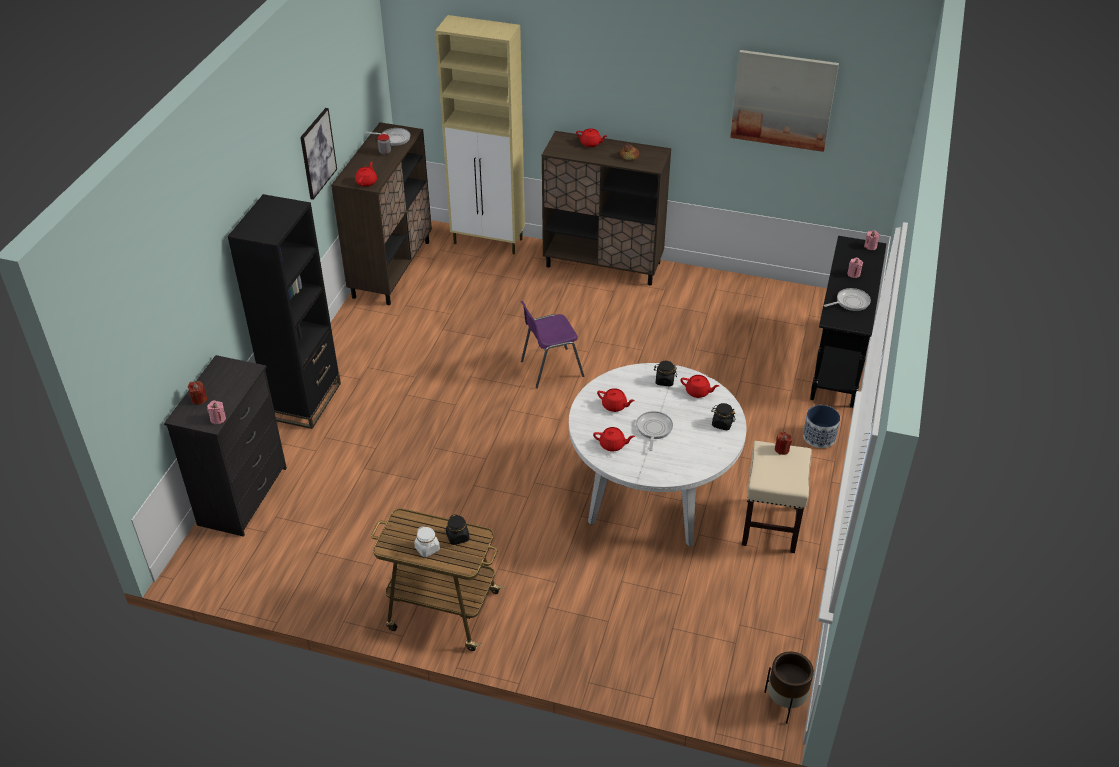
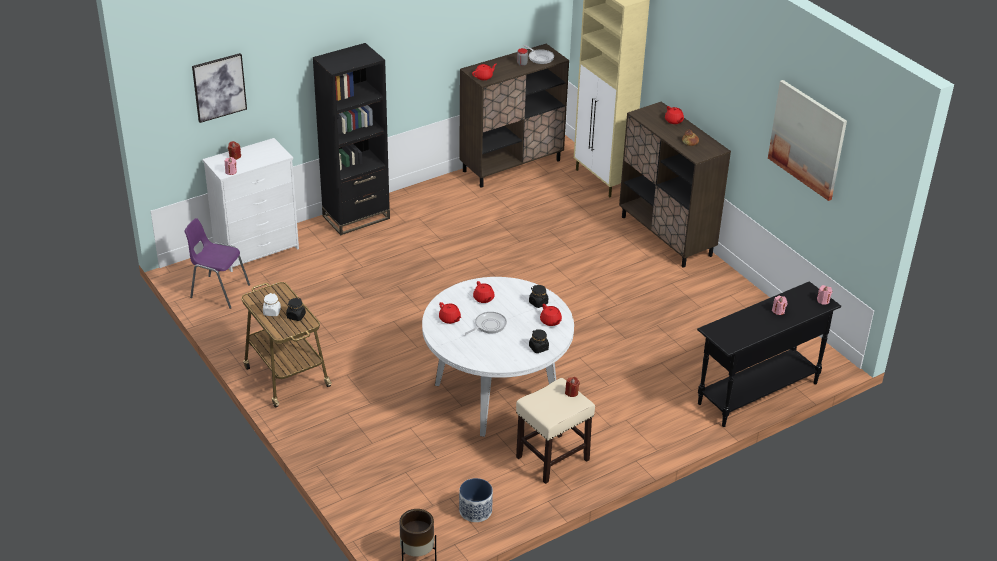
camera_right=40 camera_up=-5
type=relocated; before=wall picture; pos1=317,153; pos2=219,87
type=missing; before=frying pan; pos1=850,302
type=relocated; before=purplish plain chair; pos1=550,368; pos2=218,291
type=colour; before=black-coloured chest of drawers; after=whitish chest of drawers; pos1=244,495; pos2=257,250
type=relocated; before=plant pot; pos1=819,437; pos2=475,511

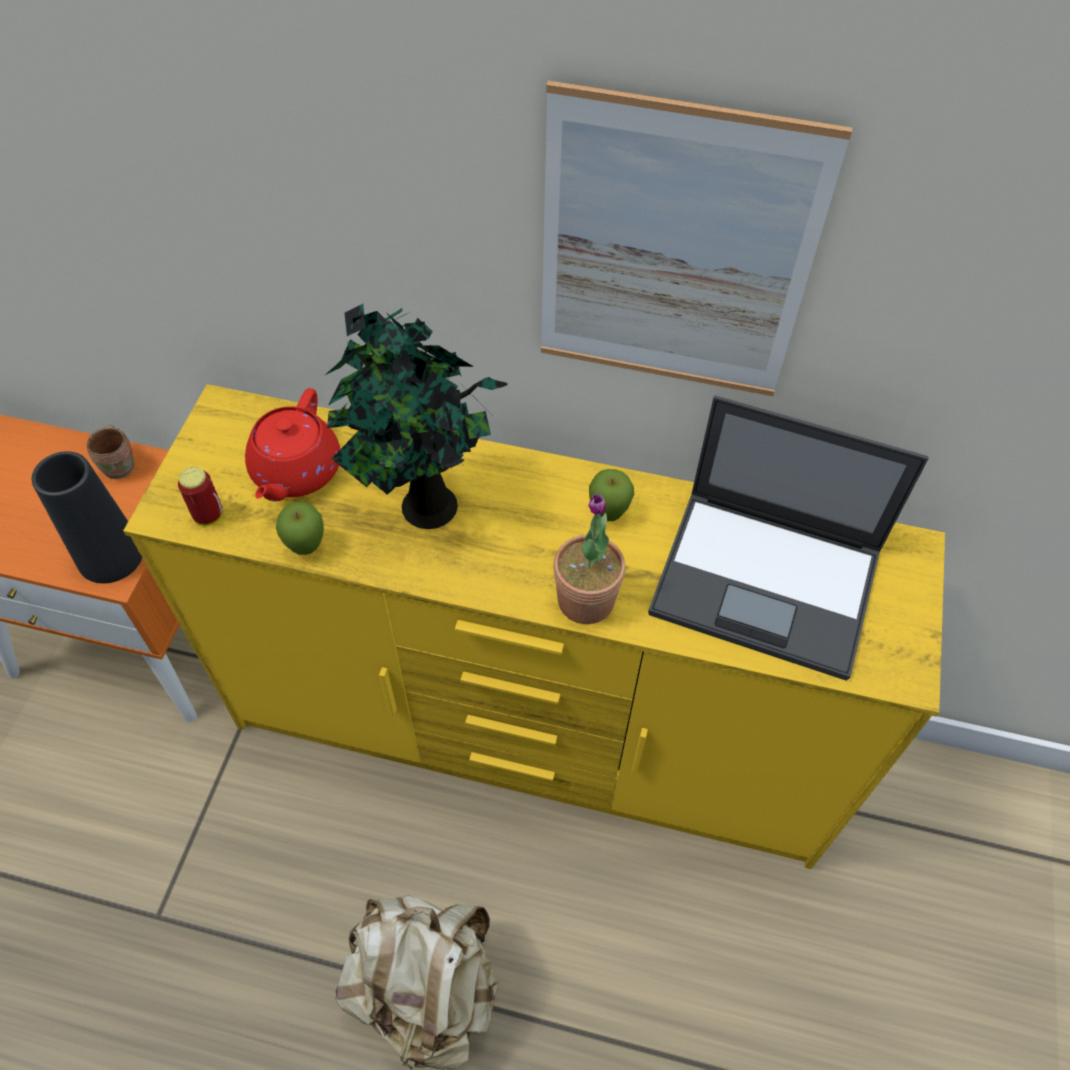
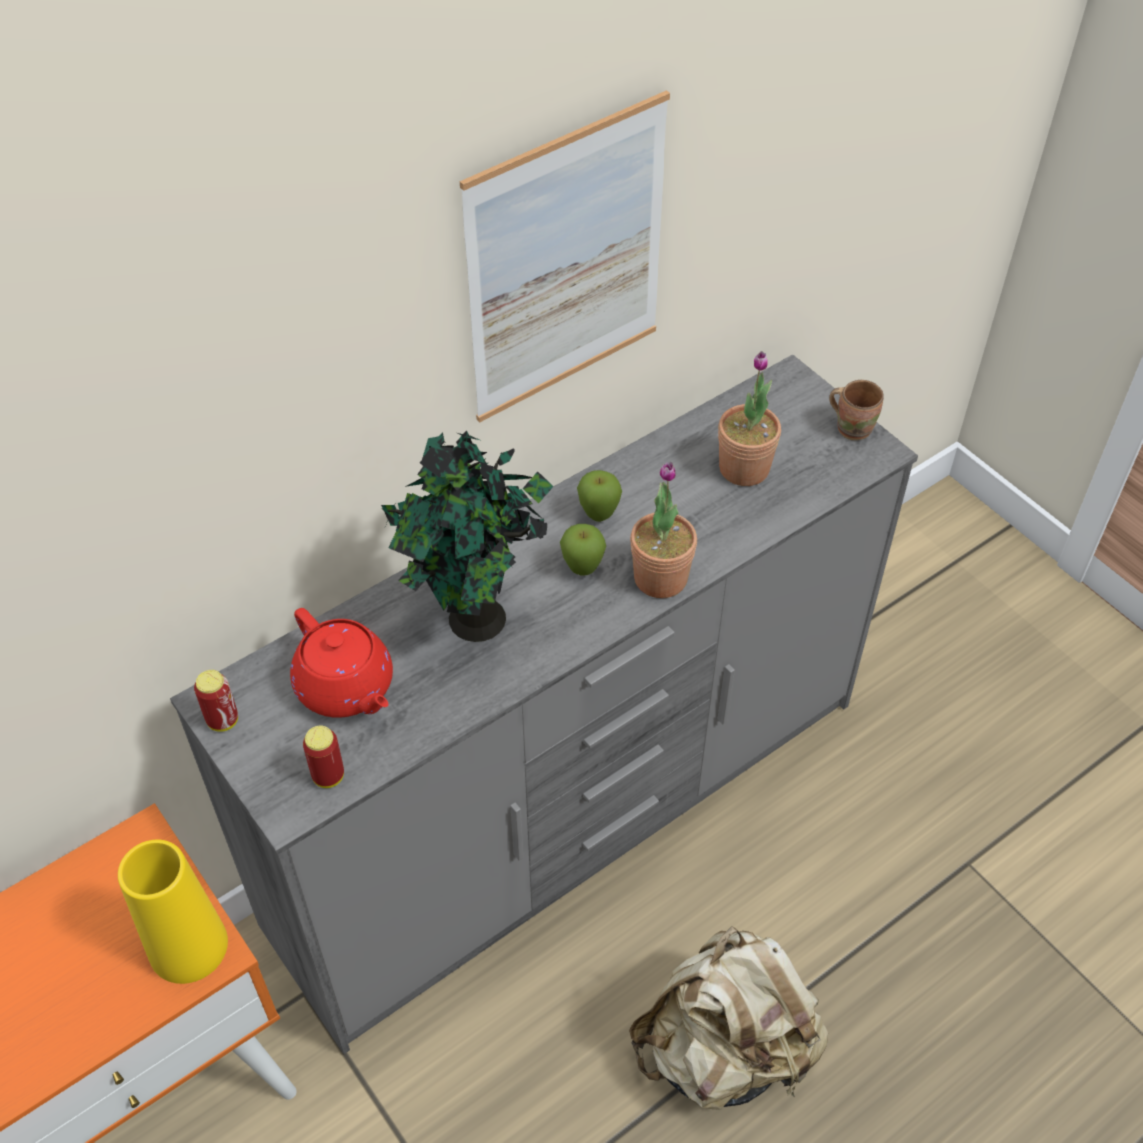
camera_right=-50 camera_up=-5
type=colour; before=yellow-coloured chest of drawers; after=greyish chest of drawers; pos1=533,733; pos2=573,812
type=exchanged; before=laptop; after=plant in a pot; pos1=768,582; pos2=744,468
type=relocated; before=brownish tea mug; pos1=121,466; pos2=853,427
type=colour; before=black-coloured flower vase; after=yellow-coloured flower vase; pos1=110,556; pos2=188,946
type=relocated; before=apple; pos1=306,548; pos2=582,570
type=appeared; after=can; pos2=223,720

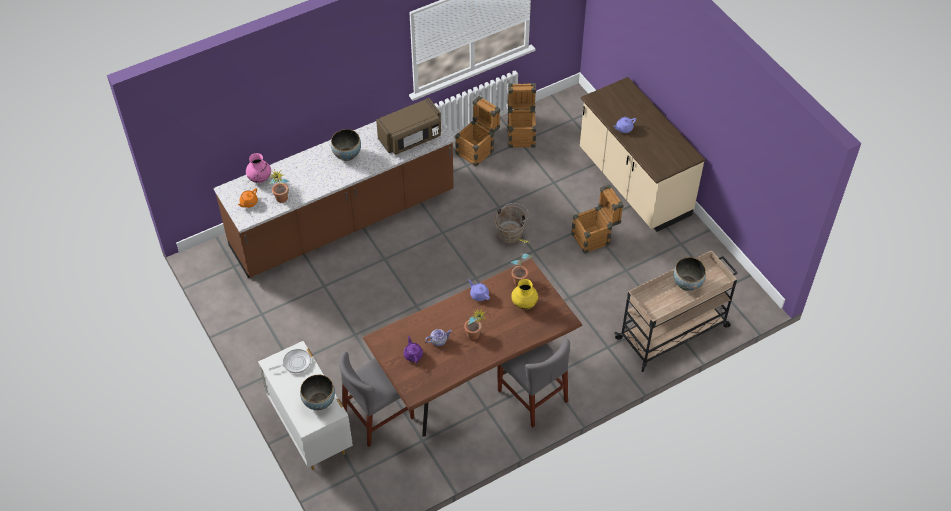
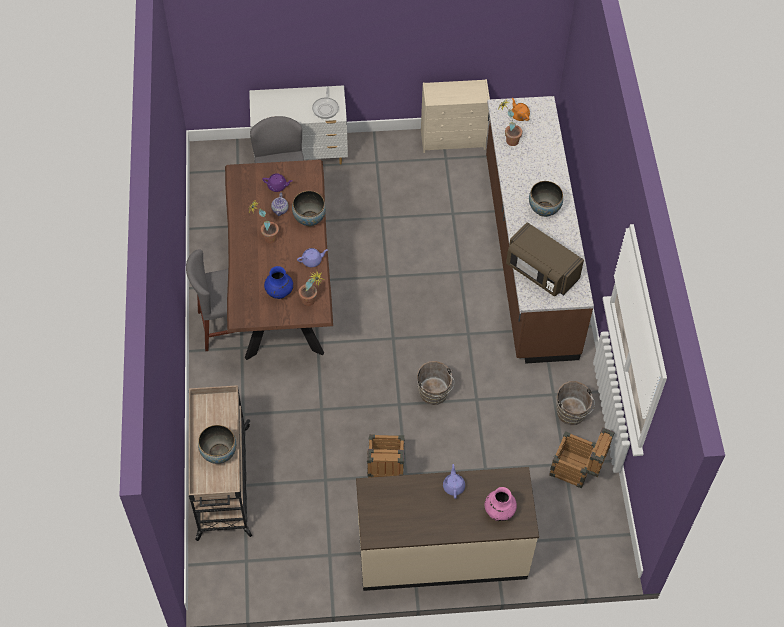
camera_right=115 camera_up=5
type=exchanged; before=shipping crate; after=brownish pail; pos1=478,150; pos2=571,415
type=spun; before=brownish kitchen microwave; pos1=411,138; pos2=541,271; turn=-45
type=relocated; before=pink-coloured flower vase; pos1=260,178; pos2=499,511
type=colour; before=yellow-coloured flower vase; after=blue-coloured flower vase; pos1=524,303; pos2=279,292
type=relocated; before=serving bowl; pos1=319,402; pos2=309,219
type=appeared; after=sand-coloured chest of drawers; pos2=453,139

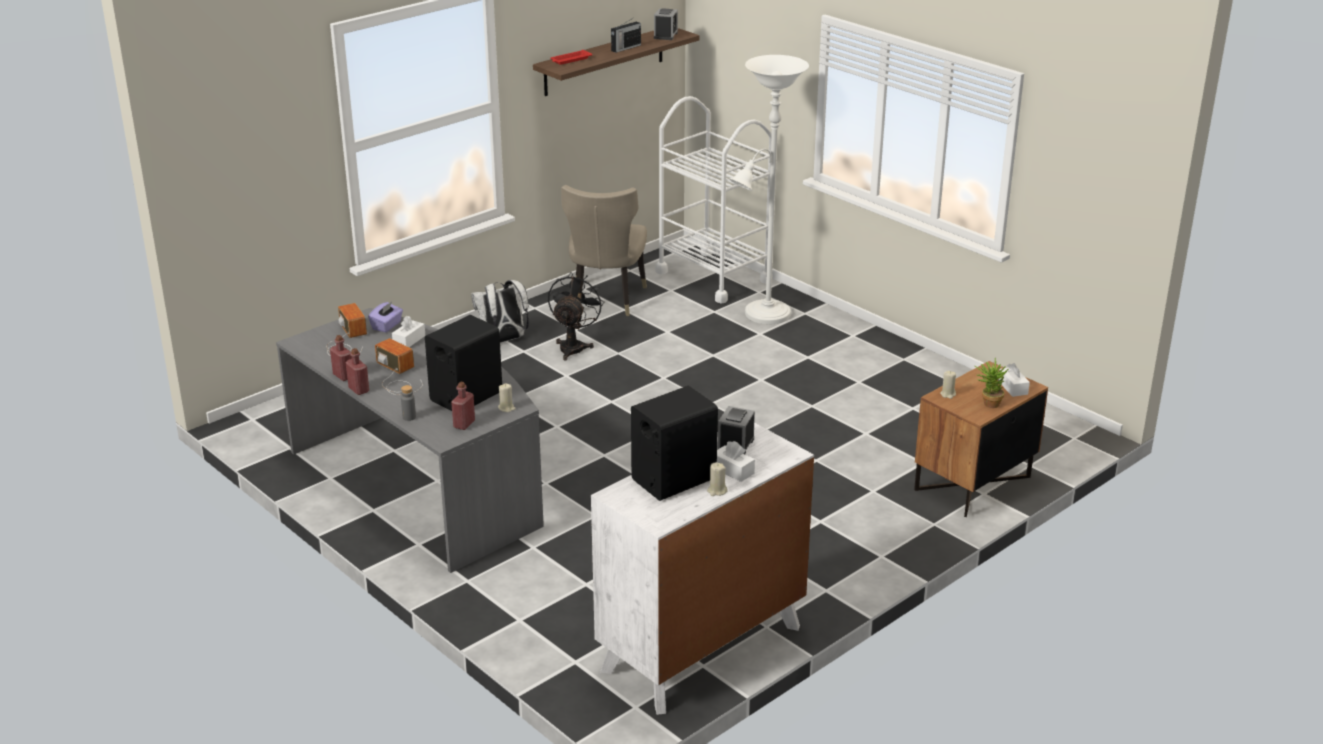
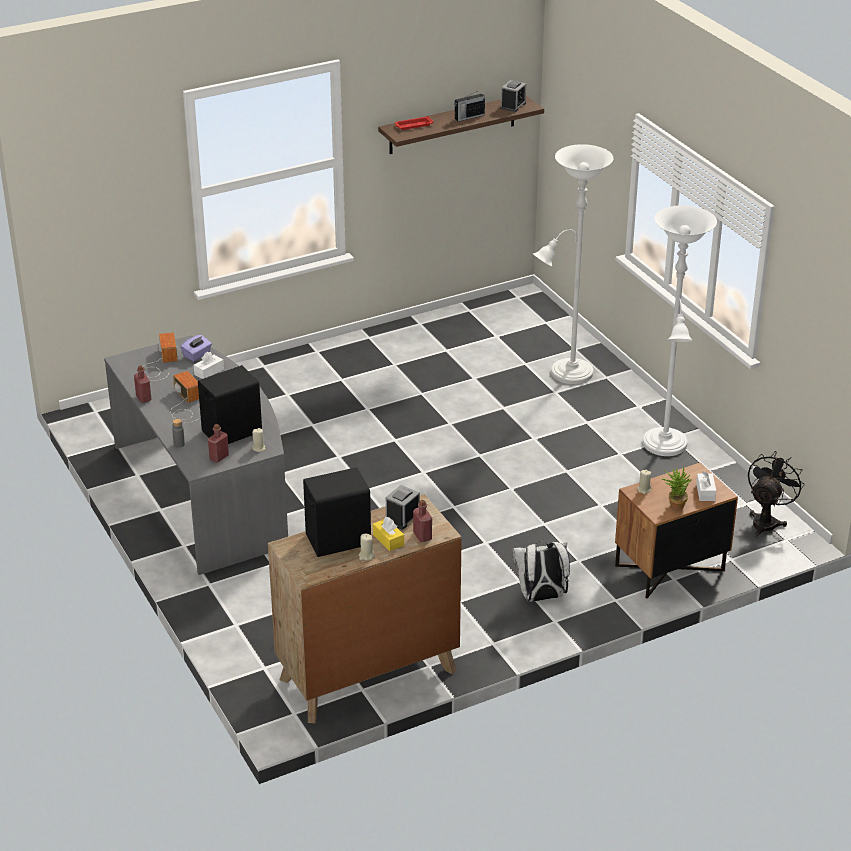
camera_right=15 camera_up=5
type=missing; before=whitish trolley; pos1=713,277
type=missing; before=sand-coloured plain chair; pos1=605,301
type=relocated; before=black-coloured fan; pos1=574,346; pos2=767,521
type=relocated; before=whitish backpack; pos1=503,340; pos2=541,597
type=relocated; before=red drink bottle; pos1=359,390; pos2=422,536
type=colour; before=whitish chest of drawers; after=brownish chest of drawers; pos1=702,648; pos2=368,675
type=colour; before=whitish box of tissues; after=yellow-coloured box of tissues; pos1=732,470; pos2=388,540
type=appeared; after=whitish floor lamp; pos2=665,447

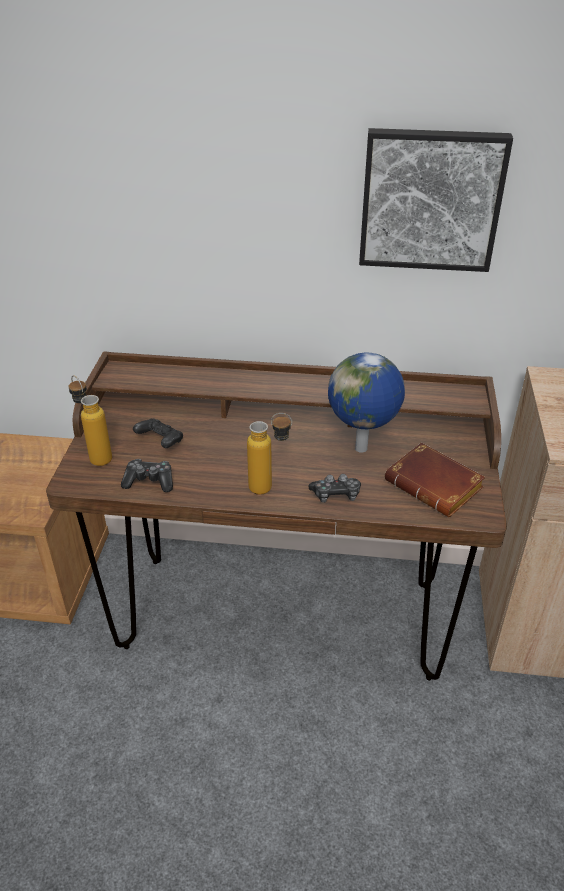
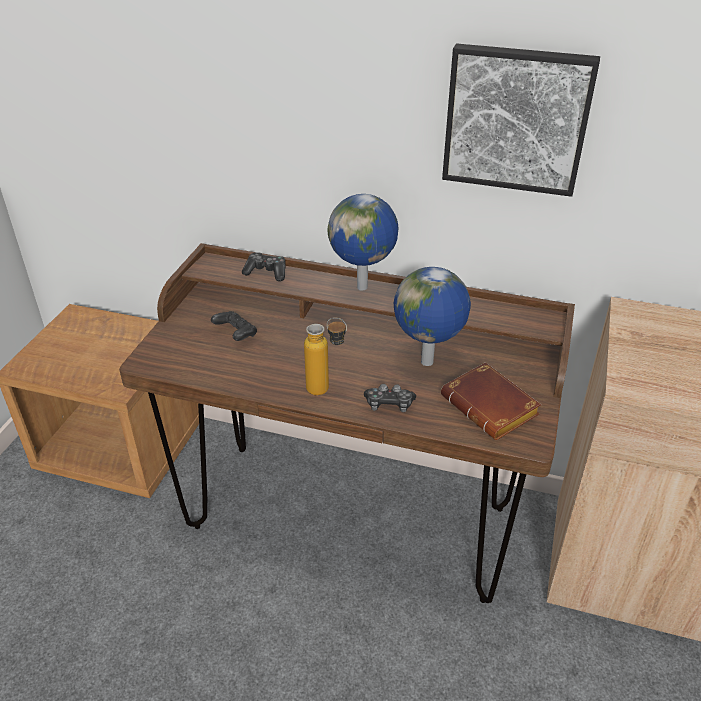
camera_right=10 camera_up=0
type=missing; before=drink bottle; pos1=96,455
type=relocated; before=joypad; pos1=149,481; pos2=266,272
type=appeared; after=desk globe; pos2=363,287

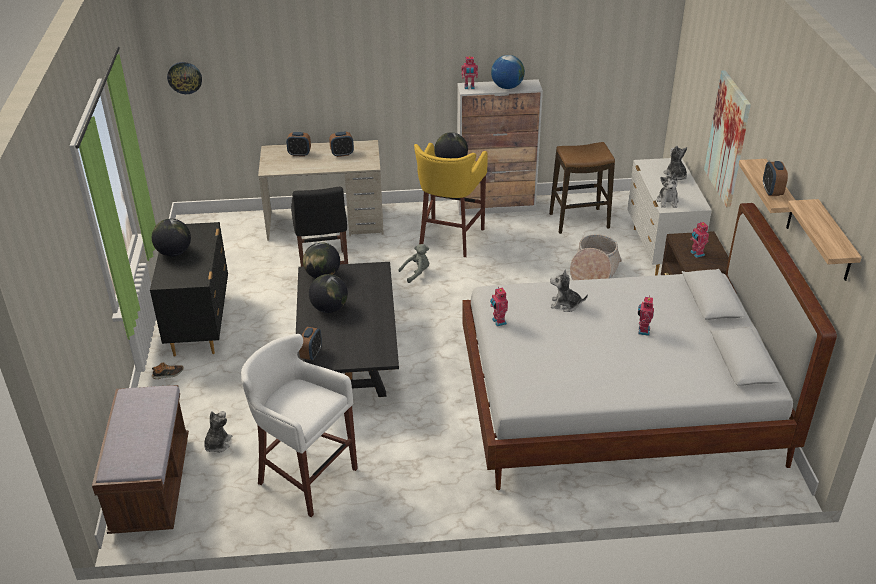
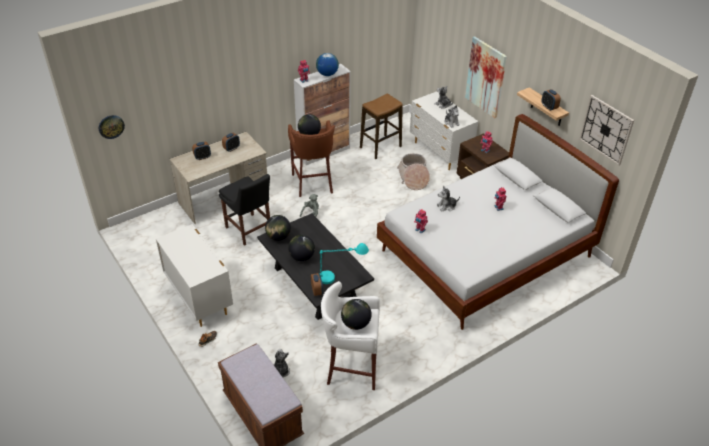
camera_right=-30 camera_up=5
type=colour; before=yellow-coloured stool seat; after=brownish stool seat; pos1=449,239; pos2=313,184
type=exchanged; before=shelf; after=clock on the wall; pos1=834,242; pos2=606,129
type=relocated; before=desk globe; pos1=174,253; pos2=356,324
type=colour; before=black-coloured chest of drawers; after=whitish chest of drawers; pos1=200,324; pos2=199,298
type=appeared; after=turquoise-coloured tabletop lamp; pos2=341,277

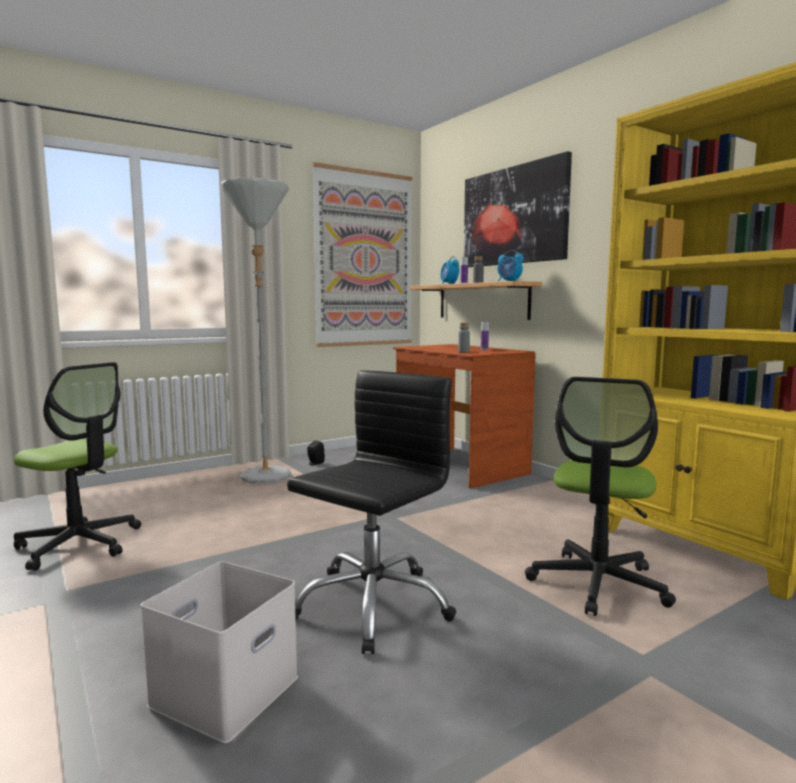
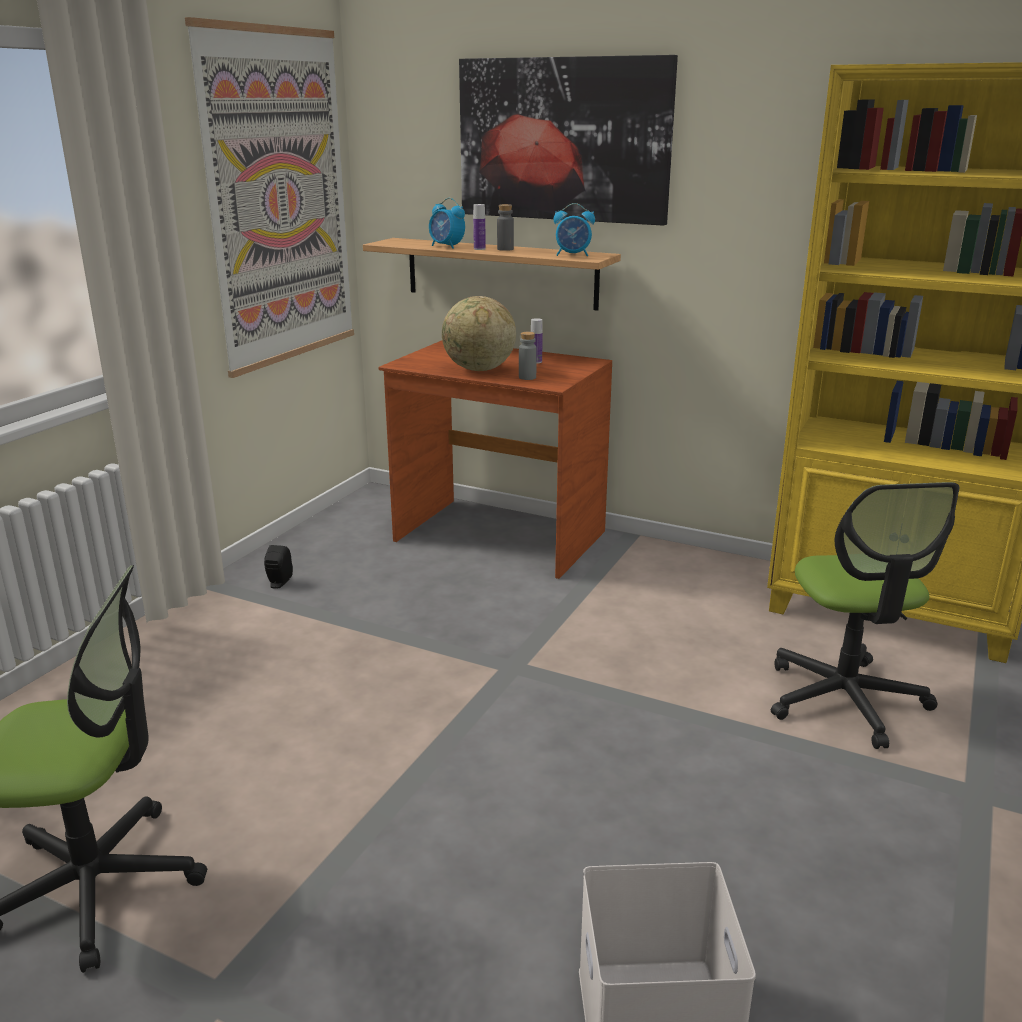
camera_right=-30 camera_up=15
type=missing; before=greyish floor lamp; pos1=265,479
type=missing; before=black-coloured office chair; pos1=372,605
type=appeared; after=desk globe; pos2=479,370

